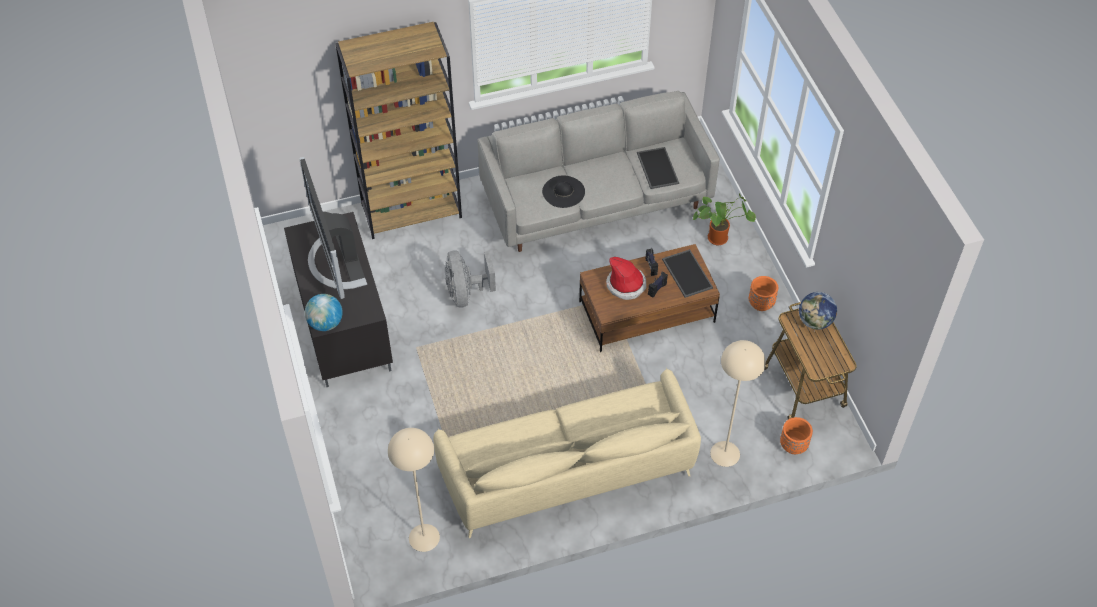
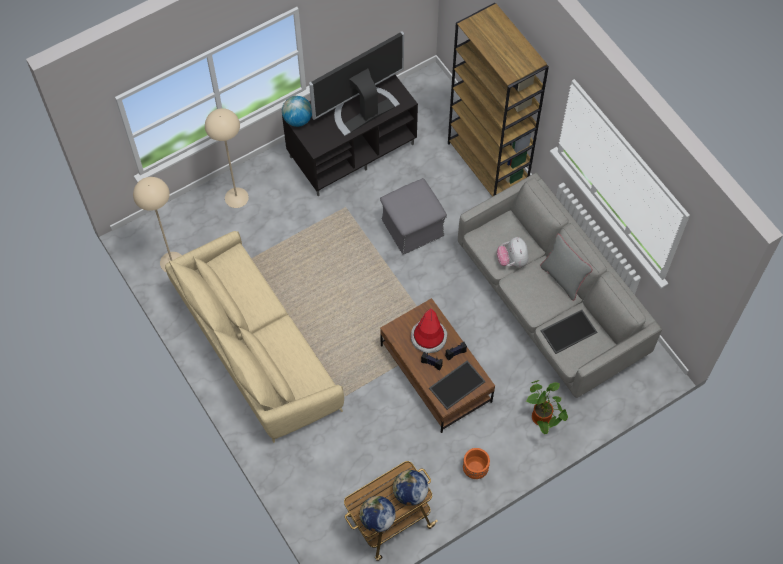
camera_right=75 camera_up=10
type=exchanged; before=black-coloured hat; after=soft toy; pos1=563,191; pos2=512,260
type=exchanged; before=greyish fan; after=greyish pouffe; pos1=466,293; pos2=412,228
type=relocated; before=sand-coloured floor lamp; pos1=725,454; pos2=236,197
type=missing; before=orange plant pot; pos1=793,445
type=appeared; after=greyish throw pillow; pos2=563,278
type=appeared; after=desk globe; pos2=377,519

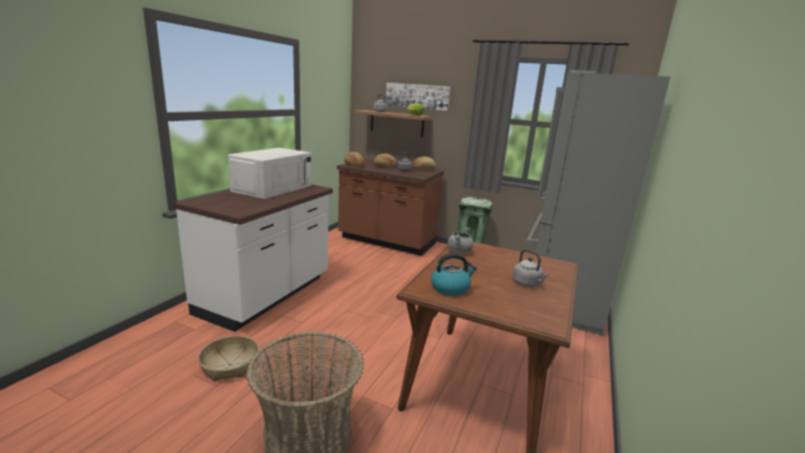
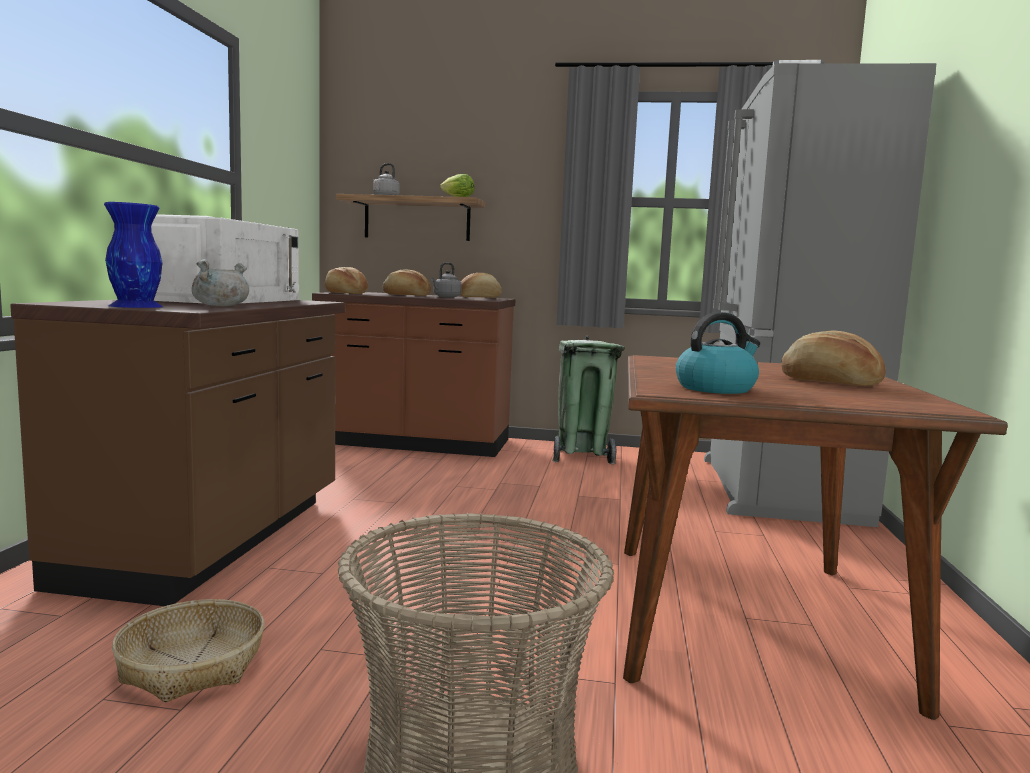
camera_right=-15 camera_up=-10
type=missing; before=wall picture; pos1=417,96
type=colour; before=whitish kitchen base unit; after=brownish kitchen base unit; pos1=267,296; pos2=214,540
type=relocated; before=greyish saucepot; pos1=459,251; pos2=221,306
type=exchanged; before=greyish tea kettle; after=bakery bread; pos1=527,283; pos2=830,382
type=appeared; after=blue-coloured flower vase; pos2=137,306

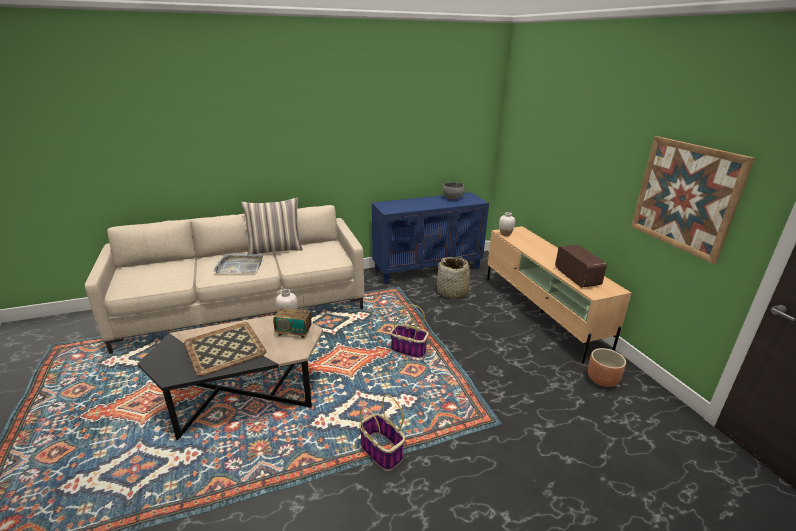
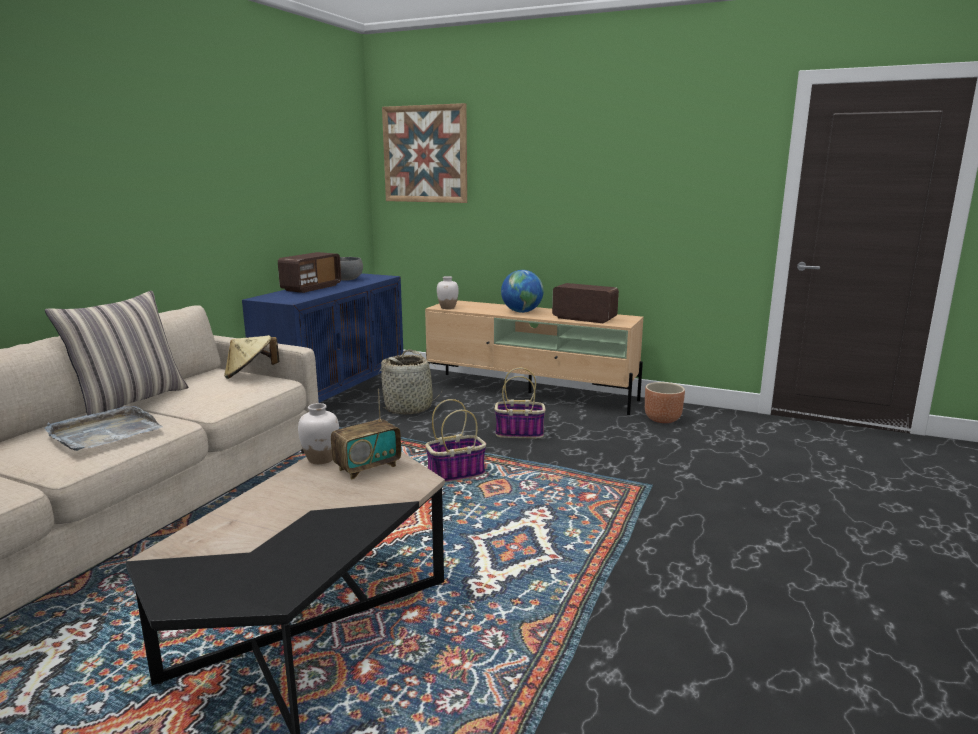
camera_right=-45 camera_up=-10
type=relocated; before=wall picture; pos1=685,196; pos2=425,154
type=missing; before=serving tray; pos1=224,348
type=relocated; before=basket; pos1=382,451; pos2=520,433
type=appeared; after=radio set; pos2=311,288
type=appeared; after=desk globe; pos2=521,312
type=appeared; after=sand-coloured hat; pos2=250,374

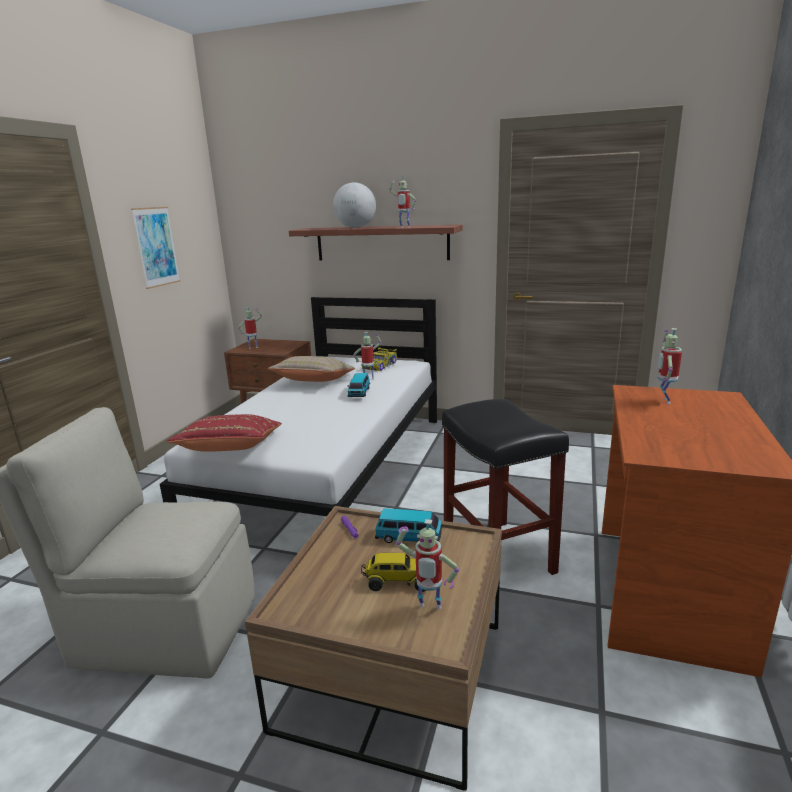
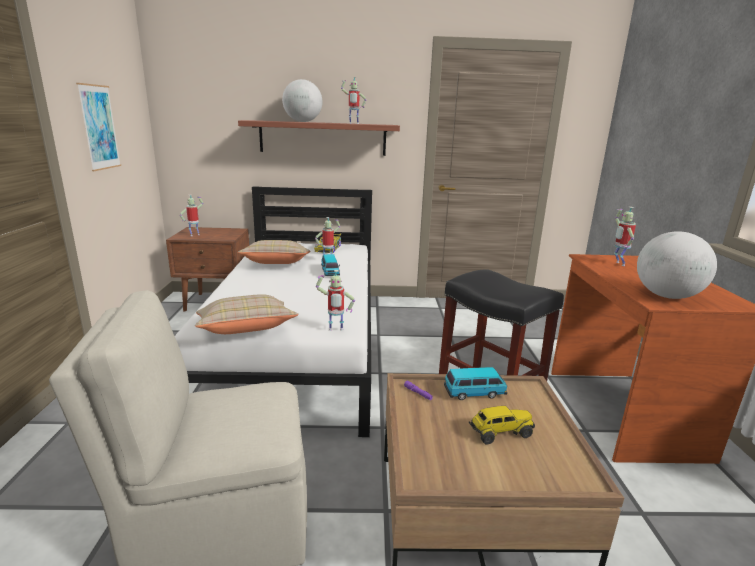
camera_right=-20 camera_up=0
type=colour; before=red throw pillow; after=sand-coloured throw pillow; pos1=231,449; pos2=246,331
type=relocated; before=model robot; pos1=429,608; pos2=335,330
type=appeared; after=desk globe; pos2=667,296

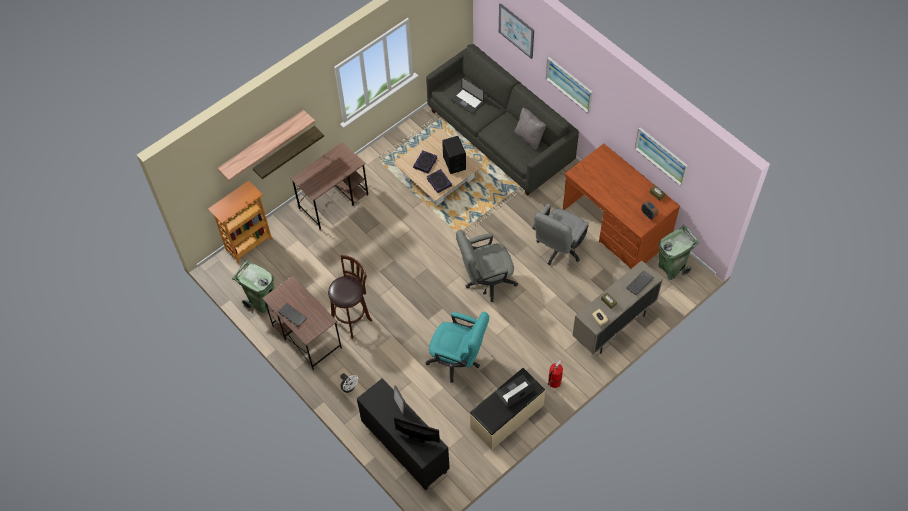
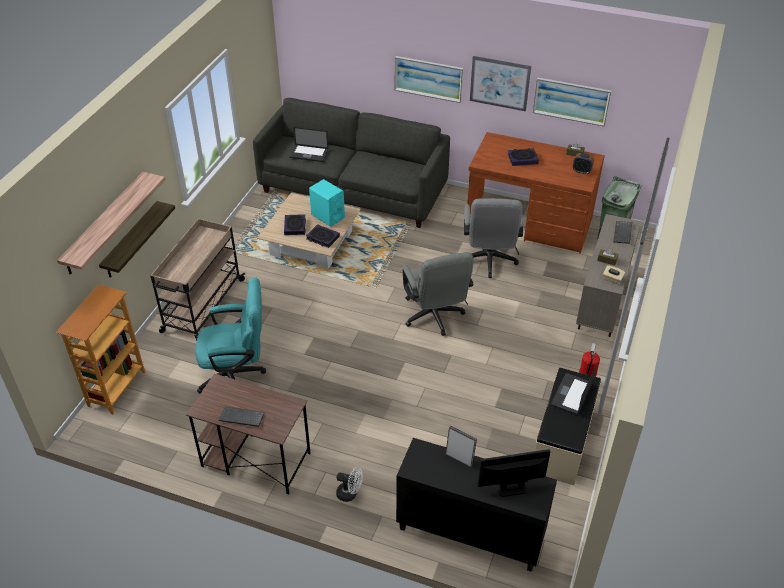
camera_right=-30 camera_up=-15
type=relocated; before=wall picture; pos1=516,30; pos2=499,83
type=missing; before=greyish throw pillow; pos1=529,137
type=colour; before=black-coloured loudspeaker; after=turquoise-coloured loudspeaker; pos1=454,163; pos2=327,216
type=exchanged; before=brownish desk unit; after=sand-coloured trolley; pos1=334,201; pos2=202,306
type=spun; before=greyish office chair; pos1=486,281; pos2=434,317; turn=-60
type=missing; before=brownish stool seat; pos1=353,318
type=missing; before=greenish trash can; pos1=262,301
type=relocated; before=turquoise-coloured office chair; pos1=458,360; pos2=237,375
type=appeared; after=book; pos2=522,159

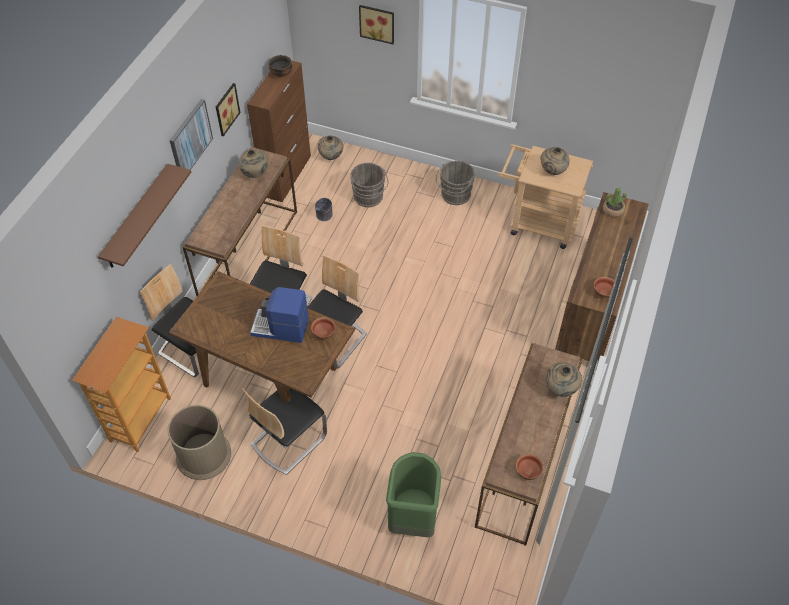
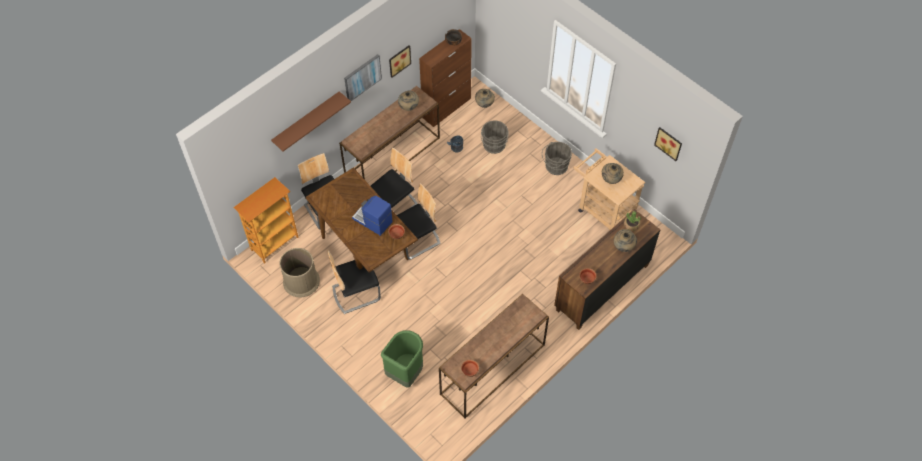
camera_right=25 camera_up=5
type=relocated; before=wall picture; pos1=377,23; pos2=669,143
type=relocated; before=sand-coloured flower vase; pos1=561,389; pos2=623,247

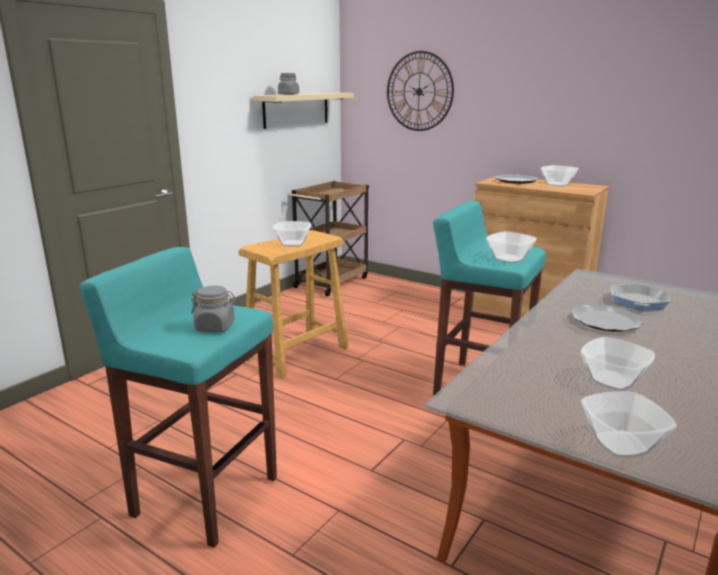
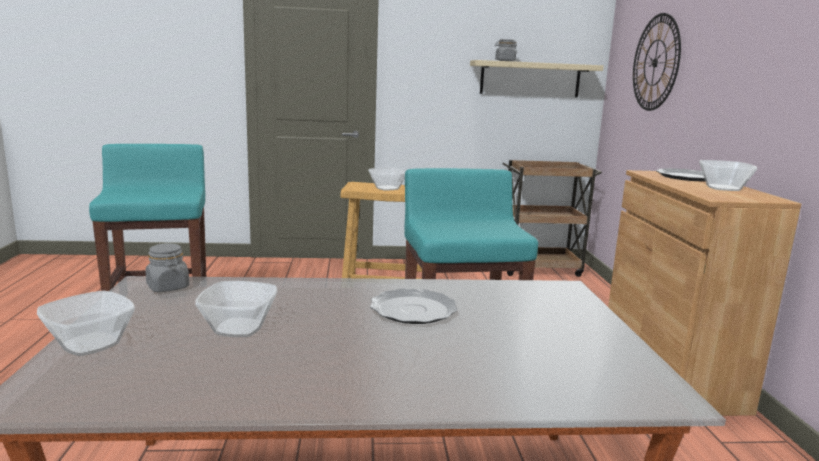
camera_right=50 camera_up=-5
type=missing; before=serving bowl; pos1=509,259
type=missing; before=frying pan; pos1=638,301
type=relocated; before=greyish storage jar; pos1=215,327; pos2=168,287

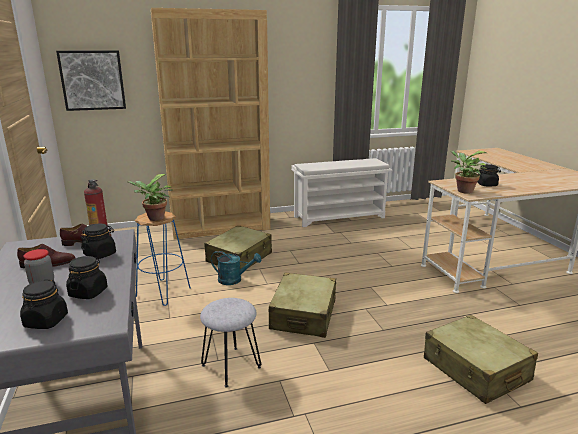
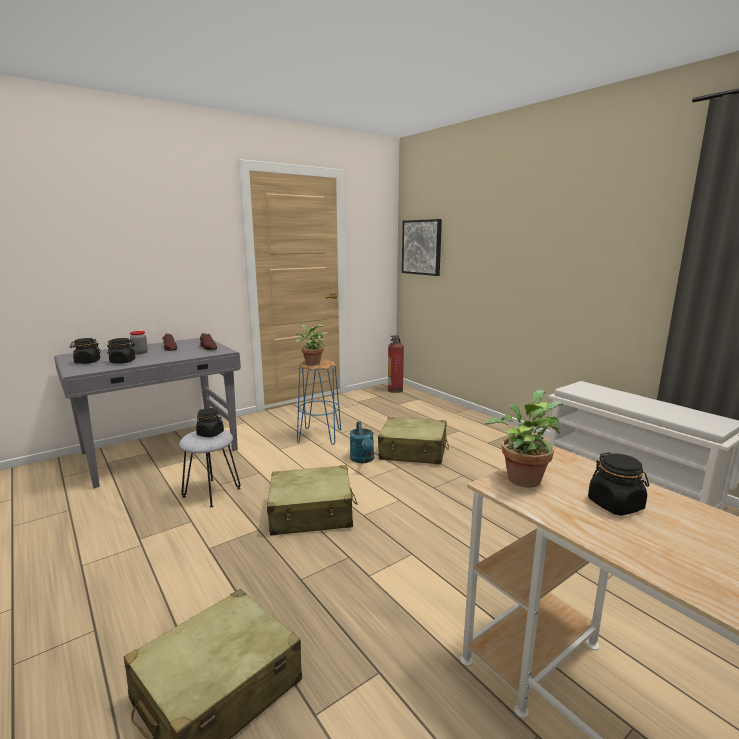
camera_right=70 camera_up=-5
type=missing; before=brownish bookshelf; pos1=220,227
type=relocated; before=black-coloured storage jar; pos1=100,254; pos2=210,434

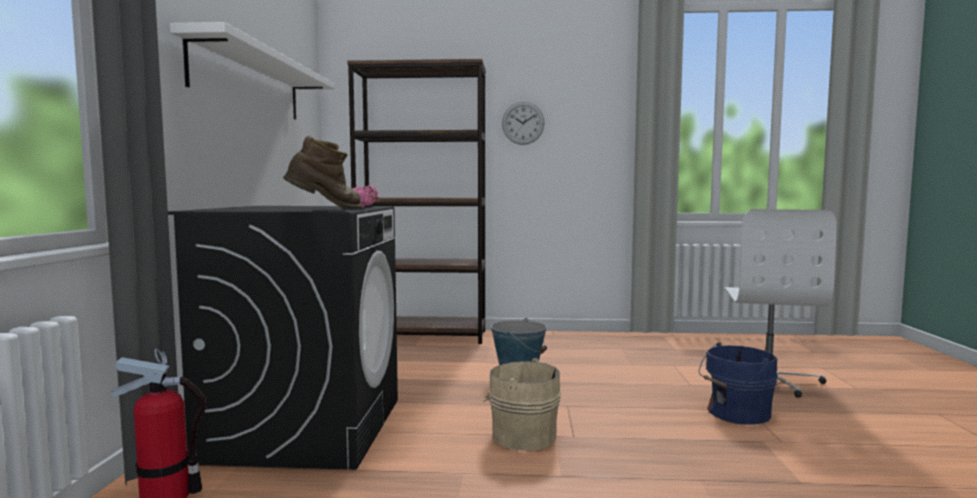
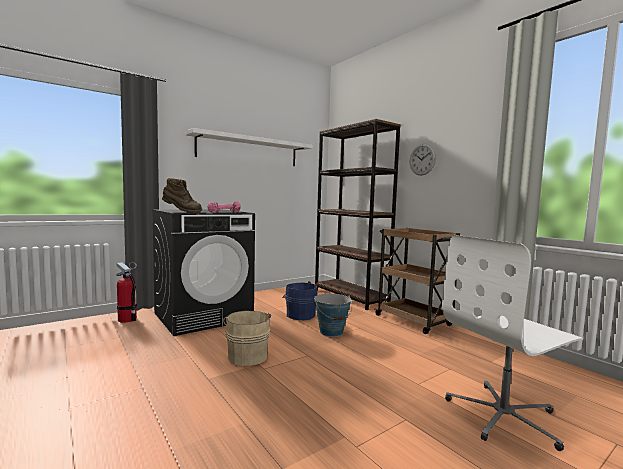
camera_right=50 camera_up=0
type=relocated; before=blue-coloured pail; pos1=735,413; pos2=299,315
type=appeared; after=brownish trolley; pos2=414,321

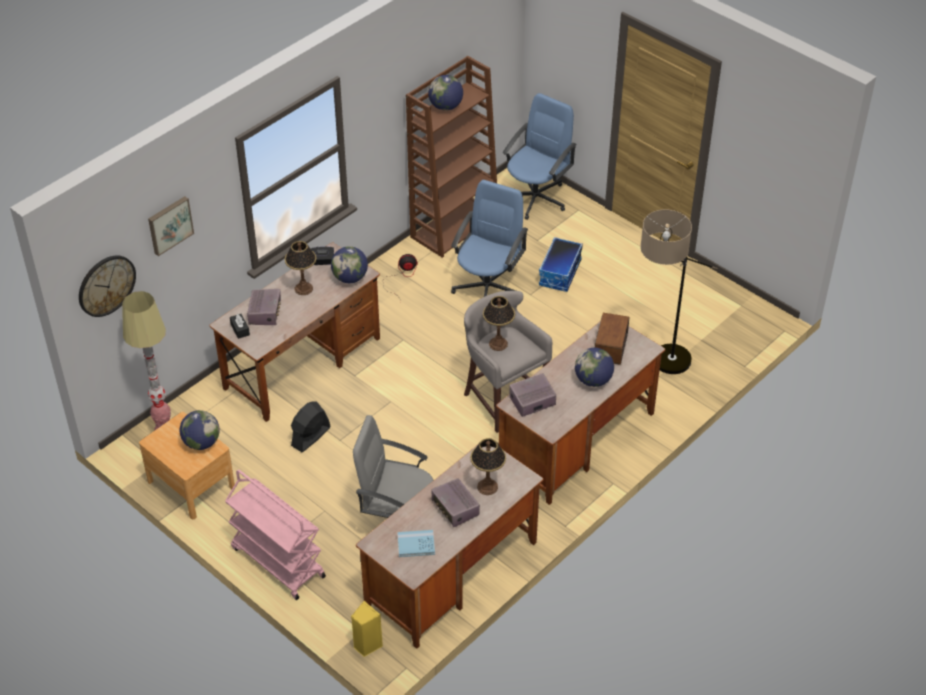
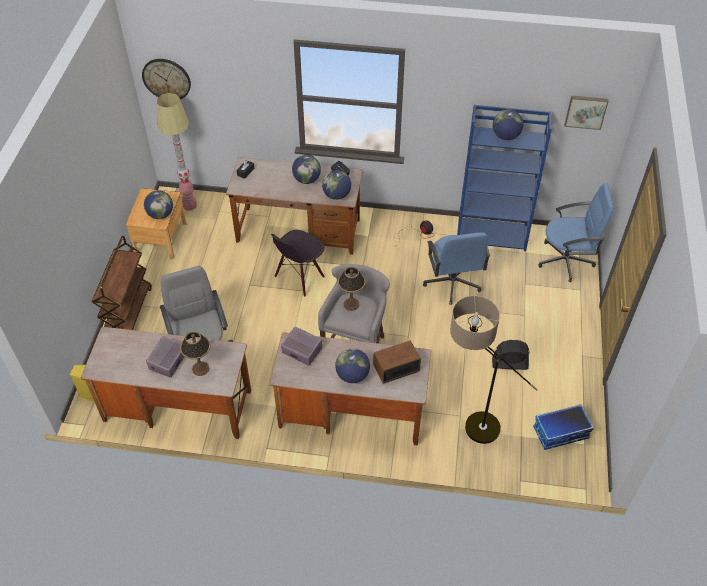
camera_right=55 camera_up=5
type=colour; before=brownish bookshelf; after=blue-coloured bookshelf; pos1=455,226; pos2=492,234
type=spun; before=blue-coloured office chair; pos1=488,287; pos2=452,282; turn=90
type=relocated; before=wall picture; pos1=169,224; pos2=586,111
type=relocated; before=storage bin; pos1=560,273; pos2=560,433
type=exchanged; before=tabletop lamp; after=desk globe; pos1=303,289; pos2=307,180
type=missing; before=radio set; pos1=265,313
type=relocated; before=black-coloured fan; pos1=310,436; pos2=509,363
type=colour; before=pink-coloured trolley; after=brownish trolley; pos1=277,562; pos2=128,312
type=missing; before=blue-coloured book; pos1=416,544
type=appeared; after=black-coloured plain chair; pos2=299,277

